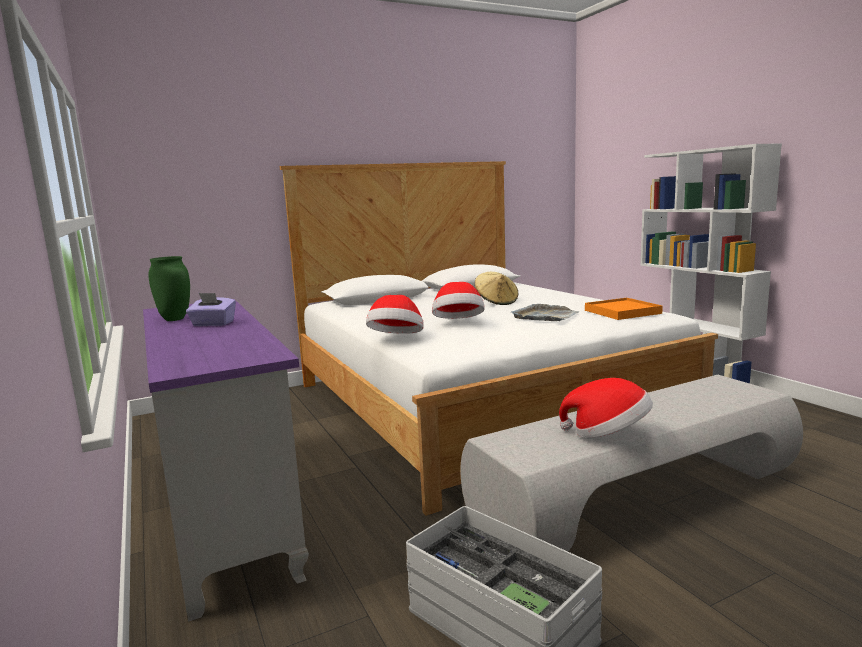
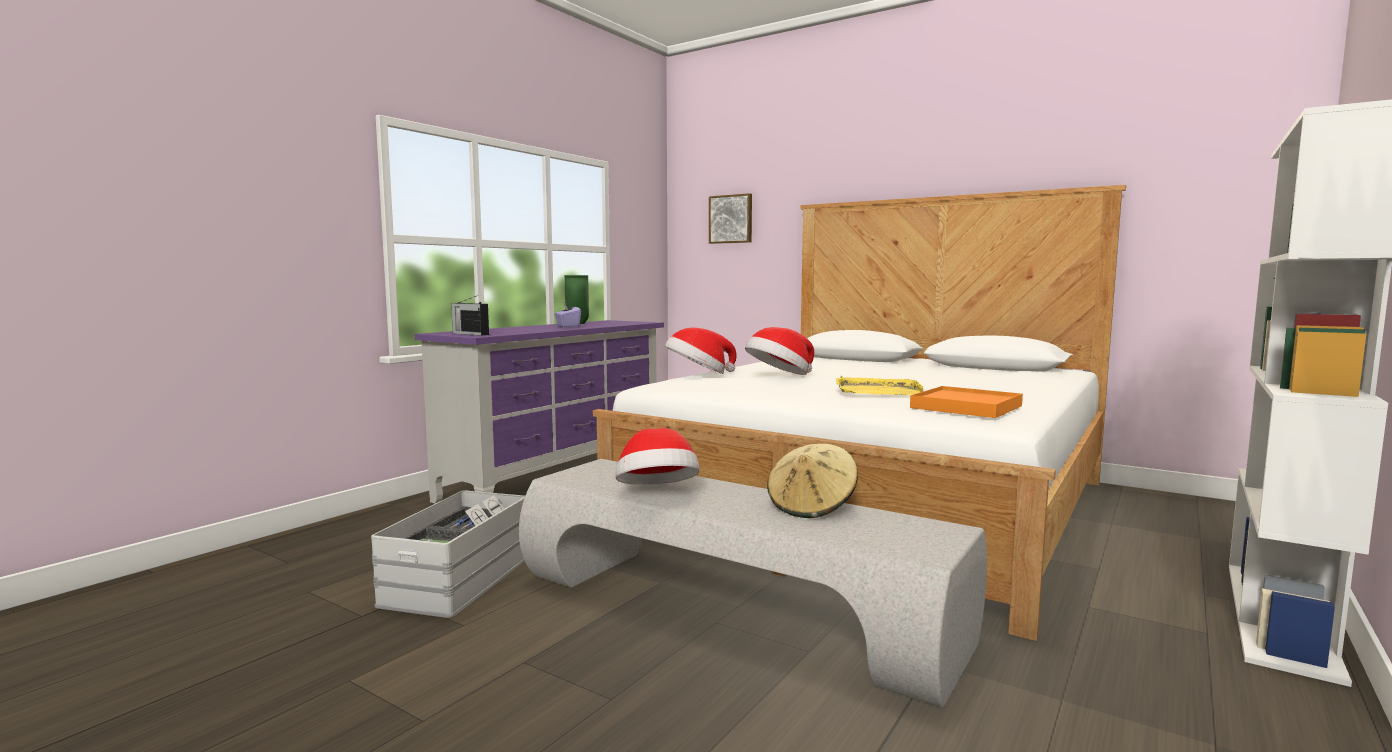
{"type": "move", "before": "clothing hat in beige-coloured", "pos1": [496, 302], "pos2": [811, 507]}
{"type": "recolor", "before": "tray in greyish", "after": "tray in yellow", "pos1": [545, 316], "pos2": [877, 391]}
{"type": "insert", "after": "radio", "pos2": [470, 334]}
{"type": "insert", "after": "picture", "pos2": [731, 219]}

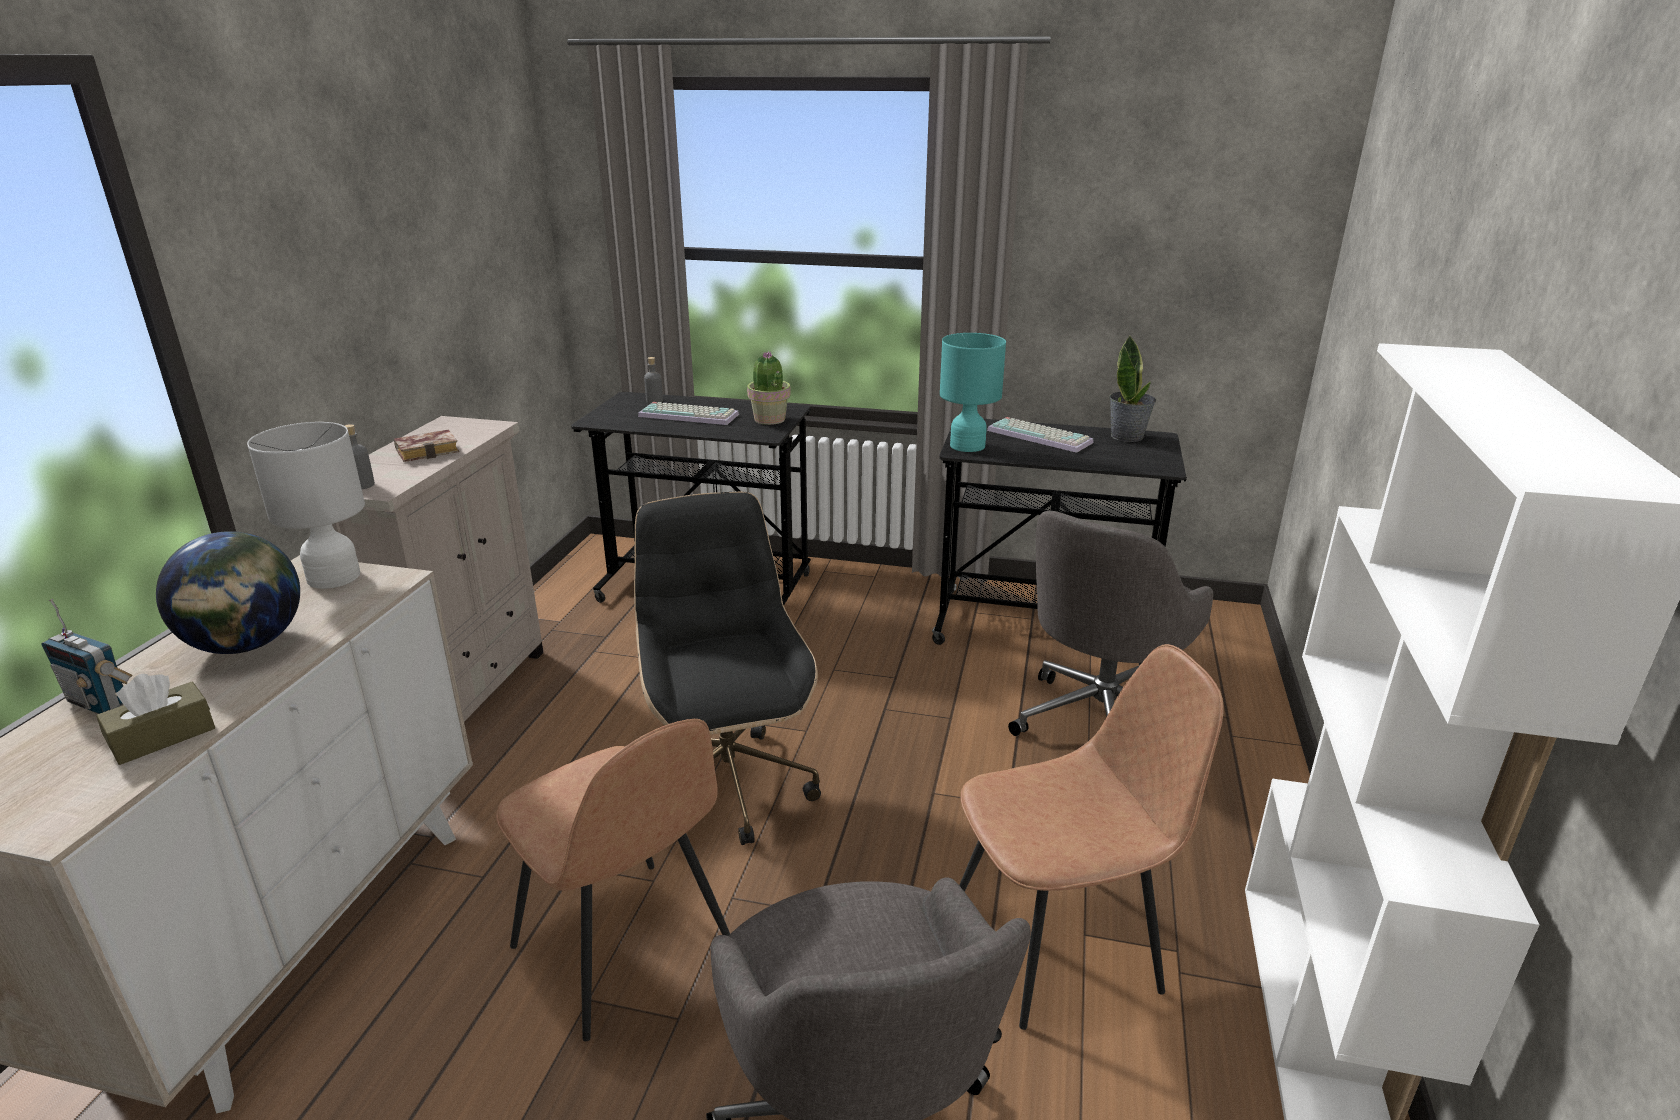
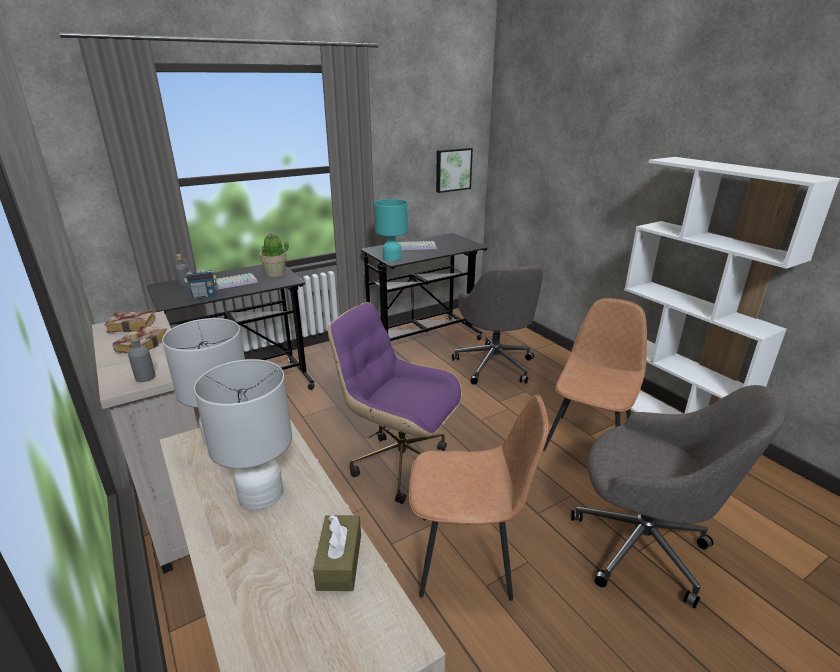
{"type": "move", "before": "radio", "pos1": [100, 702], "pos2": [204, 296]}
{"type": "replace", "before": "desk globe", "after": "lamp for a table in greyish", "pos1": [247, 645], "pos2": [261, 494]}
{"type": "recolor", "before": "desk chair in black", "after": "desk chair in purplish", "pos1": [728, 782], "pos2": [399, 465]}
{"type": "delete", "before": "potted plant", "pos1": [1127, 436]}
{"type": "insert", "after": "book", "pos2": [134, 325]}
{"type": "insert", "after": "picture", "pos2": [453, 169]}

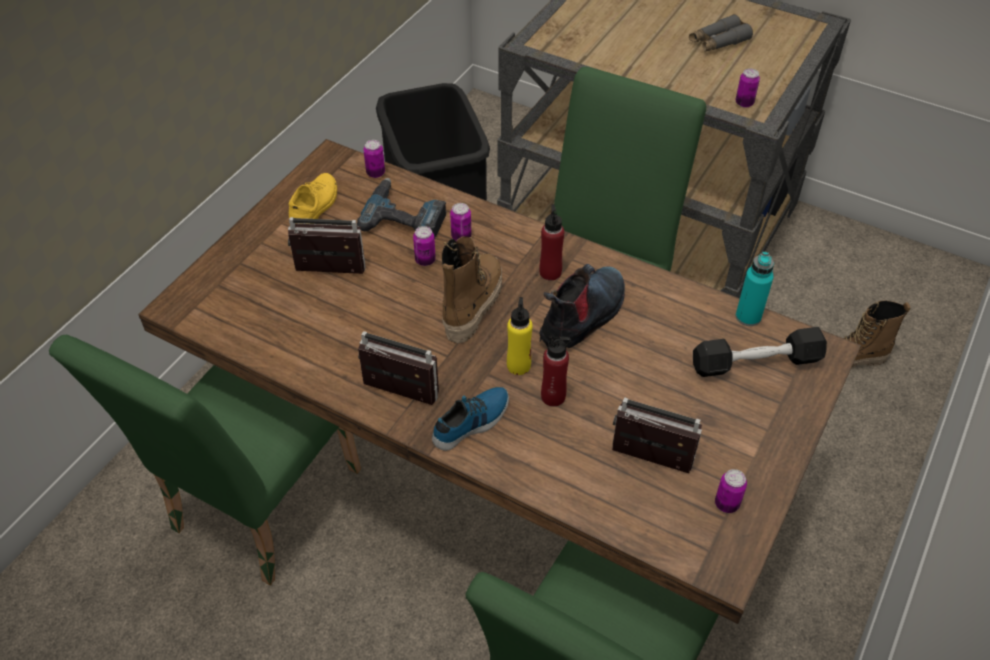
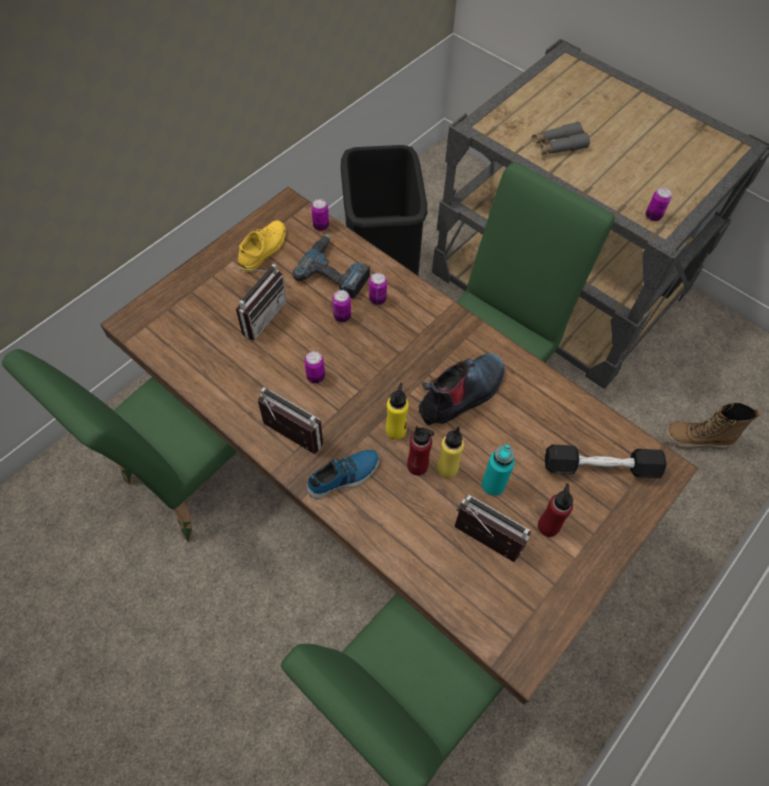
{"type": "rotate", "before": "radio", "pos1": [328, 274], "pos2": [259, 315], "turn": 105}
{"type": "delete", "before": "high-top boot", "pos1": [472, 305]}
{"type": "move", "before": "drink bottle in red", "pos1": [550, 272], "pos2": [548, 526]}
{"type": "move", "before": "binoculars in greyish", "pos1": [718, 42], "pos2": [558, 145]}
{"type": "move", "before": "sealed can", "pos1": [726, 504], "pos2": [315, 377]}
{"type": "move", "before": "drink bottle in blue-green", "pos1": [748, 317], "pos2": [493, 485]}
{"type": "insert", "after": "drink bottle in yellow", "pos2": [447, 468]}

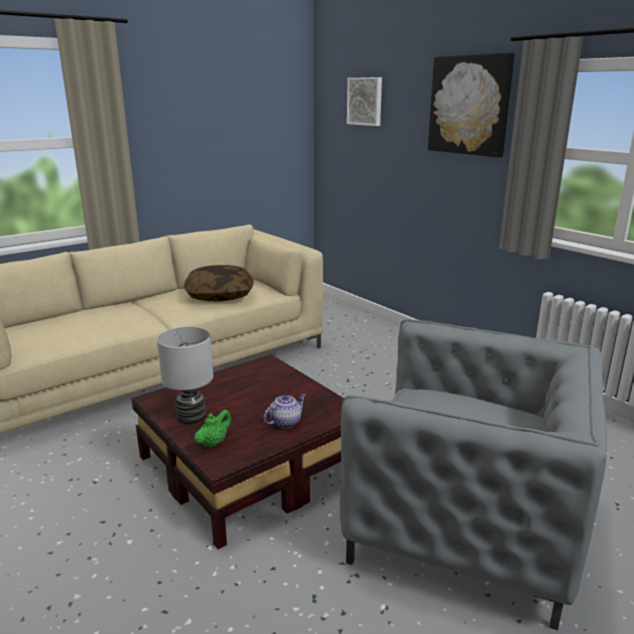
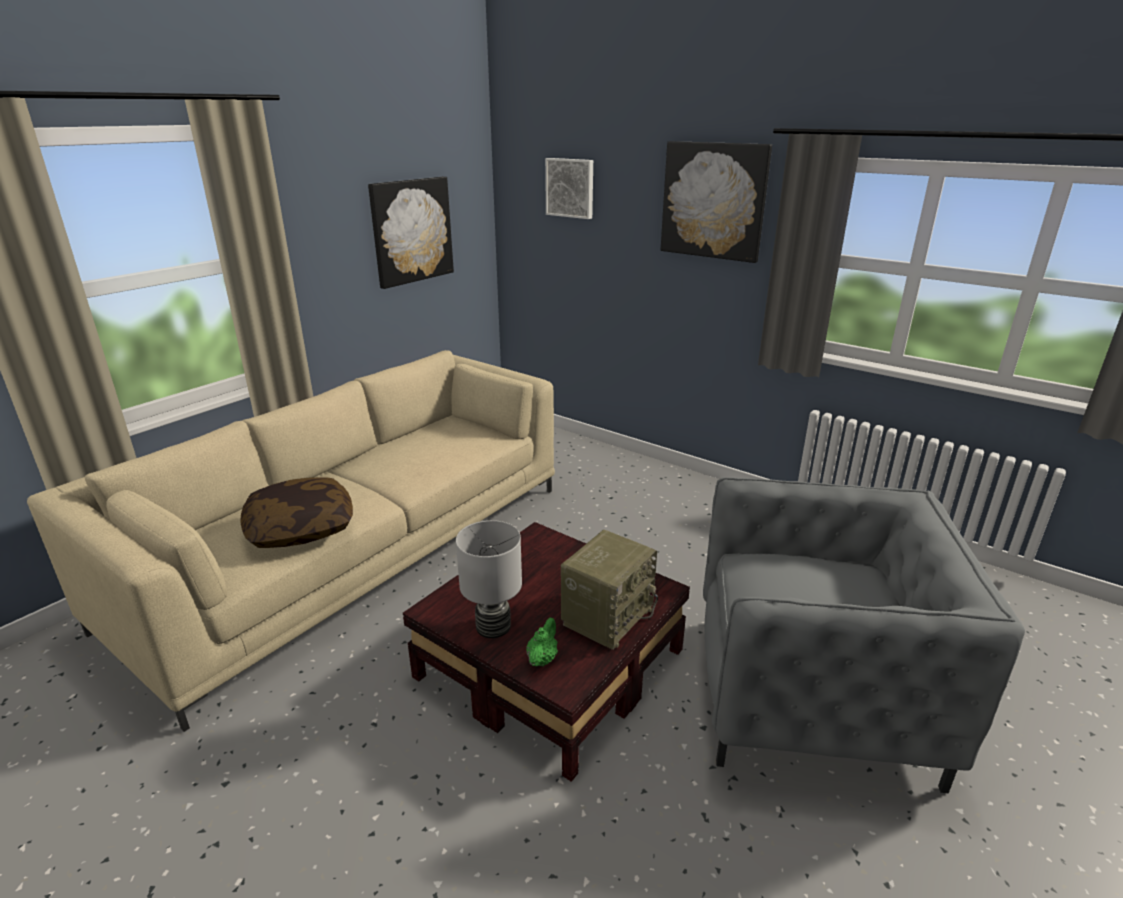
{"type": "move", "before": "pillow", "pos1": [220, 295], "pos2": [301, 528]}
{"type": "replace", "before": "pot for tea", "after": "radio", "pos1": [286, 422], "pos2": [607, 615]}
{"type": "insert", "after": "picture", "pos2": [411, 231]}

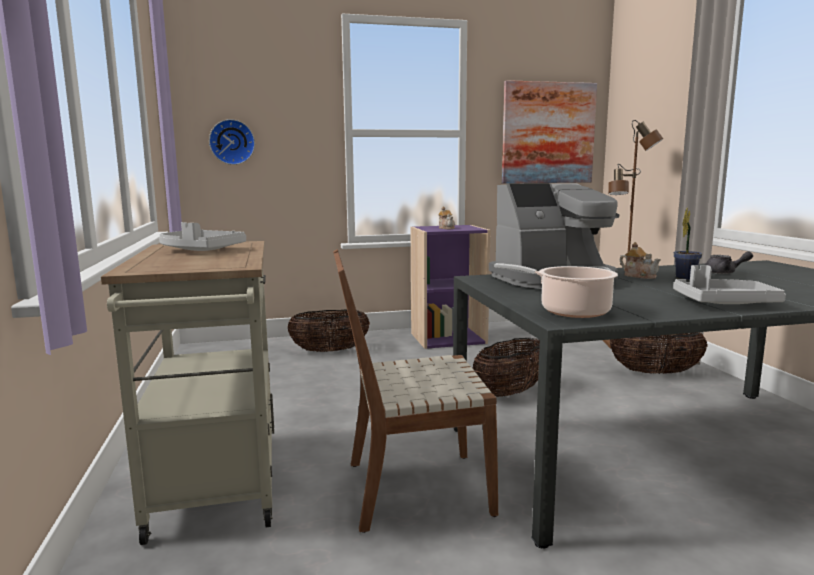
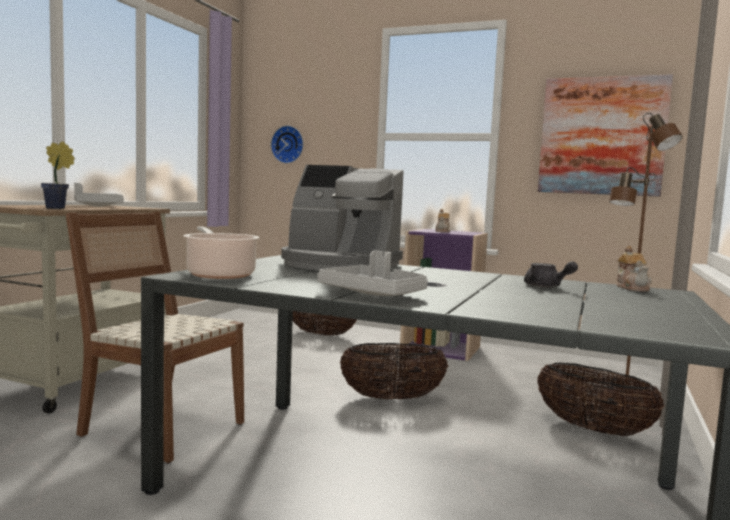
{"type": "move", "before": "pot for tea", "pos1": [639, 276], "pos2": [632, 288]}
{"type": "move", "before": "potted plant", "pos1": [686, 277], "pos2": [58, 208]}

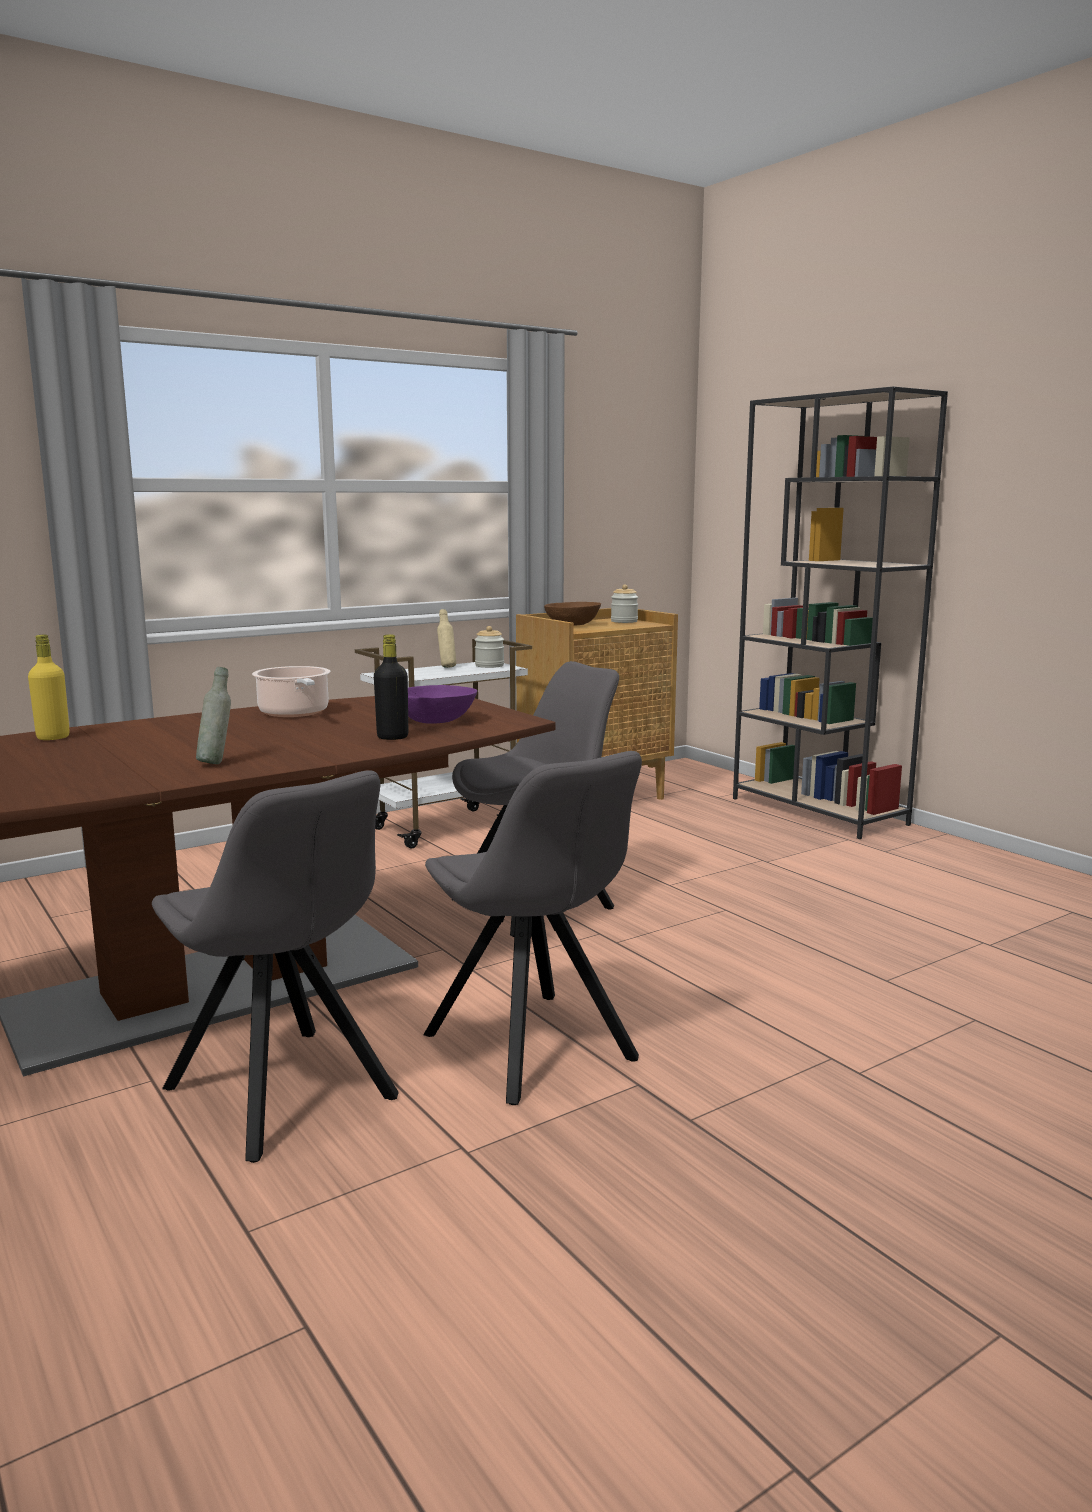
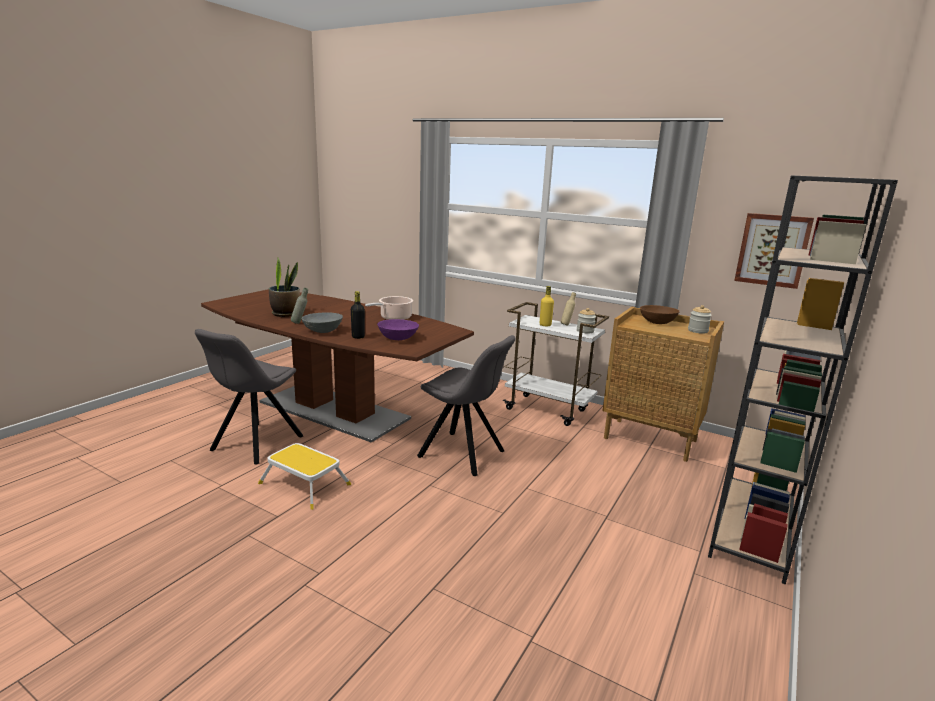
{"type": "move", "before": "drink bottle in yellow", "pos1": [53, 737], "pos2": [545, 325]}
{"type": "replace", "before": "upright chair in greyish", "after": "step ladder in yellow", "pos1": [532, 1047], "pos2": [305, 483]}
{"type": "insert", "after": "potted plant", "pos2": [285, 314]}
{"type": "insert", "after": "bowl in greyish", "pos2": [323, 330]}
{"type": "insert", "after": "picture", "pos2": [772, 250]}

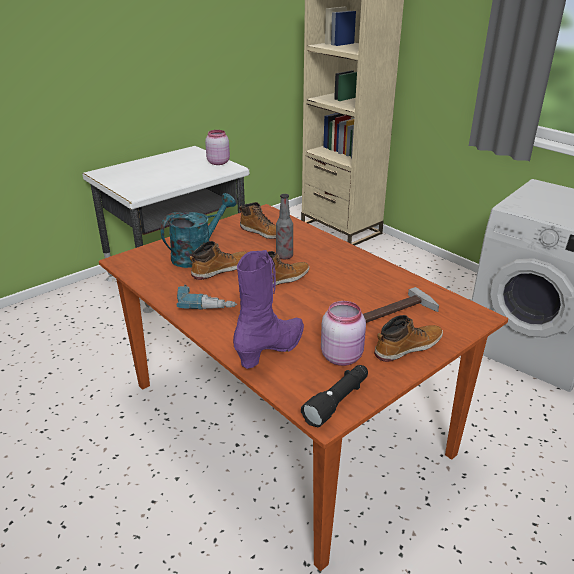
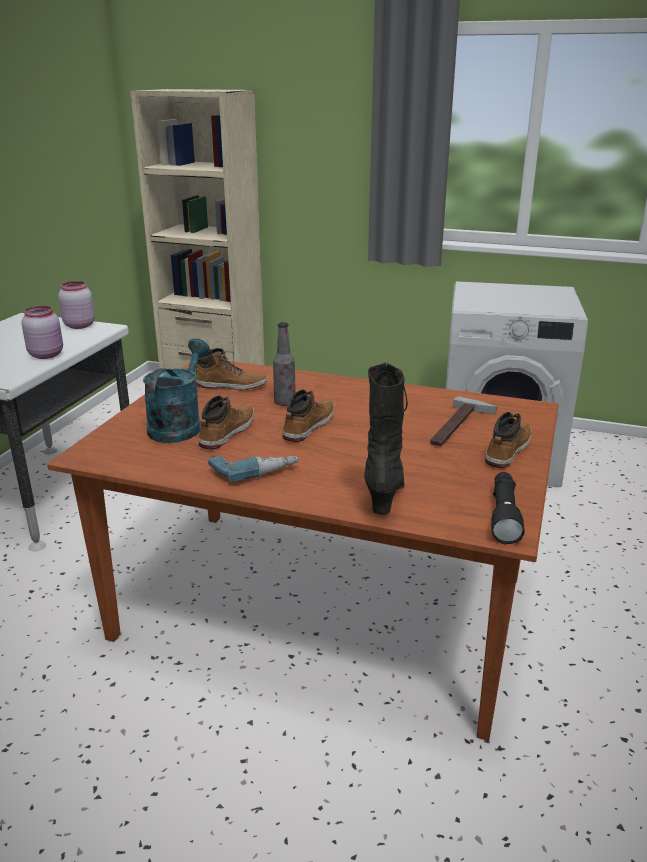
{"type": "recolor", "before": "high-top boot in purplish", "after": "high-top boot in black", "pos1": [272, 350], "pos2": [384, 492]}
{"type": "move", "before": "jar in pink-coloured", "pos1": [342, 356], "pos2": [47, 354]}

